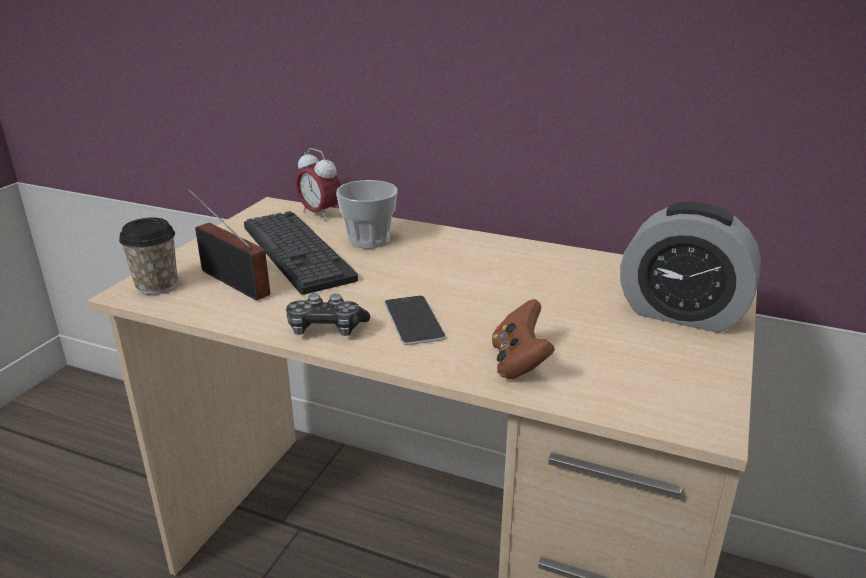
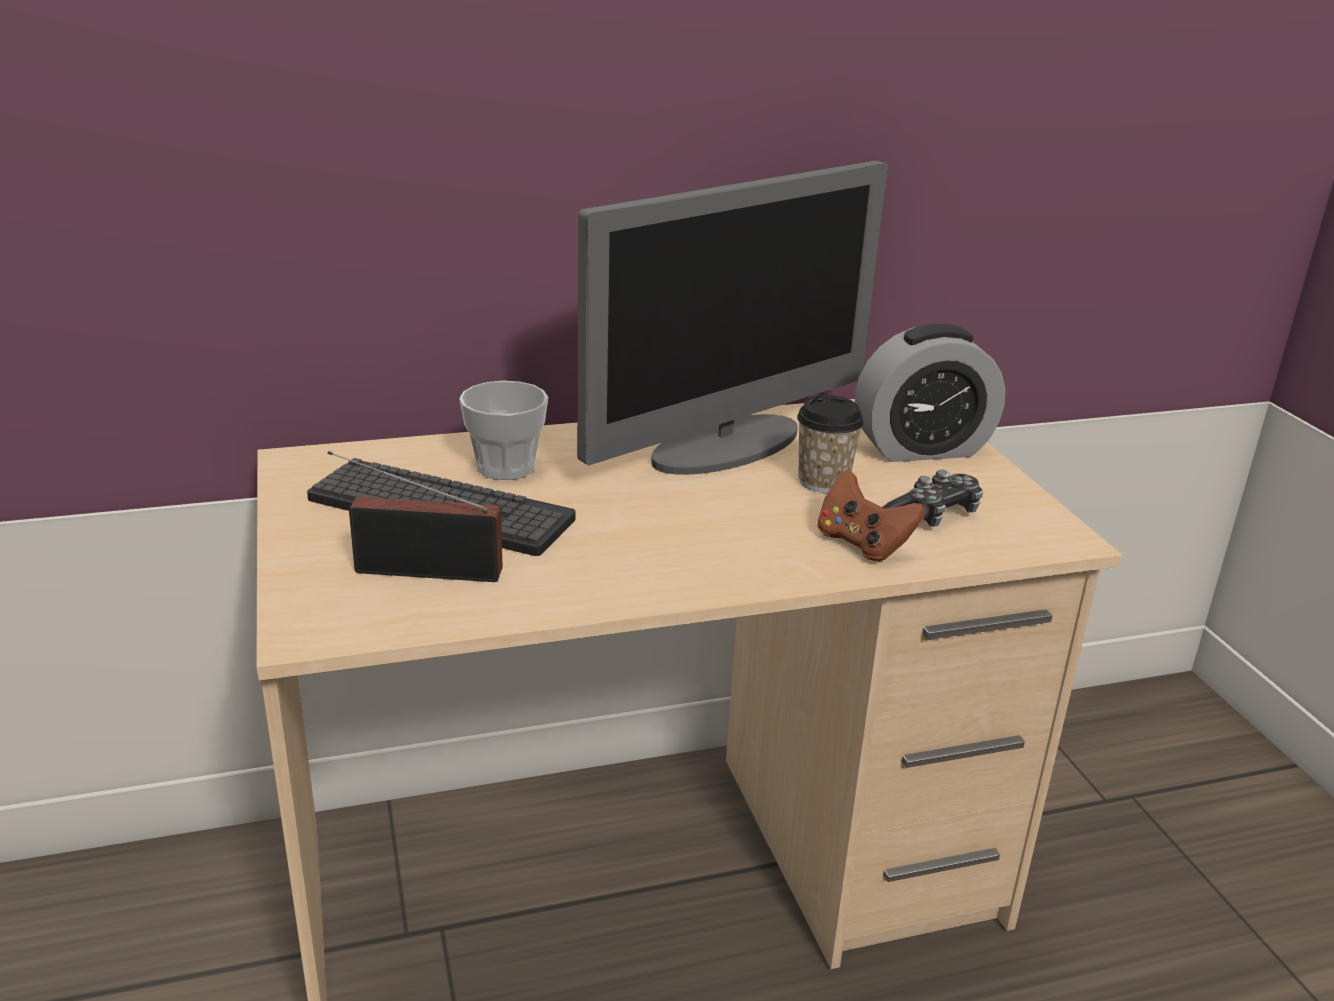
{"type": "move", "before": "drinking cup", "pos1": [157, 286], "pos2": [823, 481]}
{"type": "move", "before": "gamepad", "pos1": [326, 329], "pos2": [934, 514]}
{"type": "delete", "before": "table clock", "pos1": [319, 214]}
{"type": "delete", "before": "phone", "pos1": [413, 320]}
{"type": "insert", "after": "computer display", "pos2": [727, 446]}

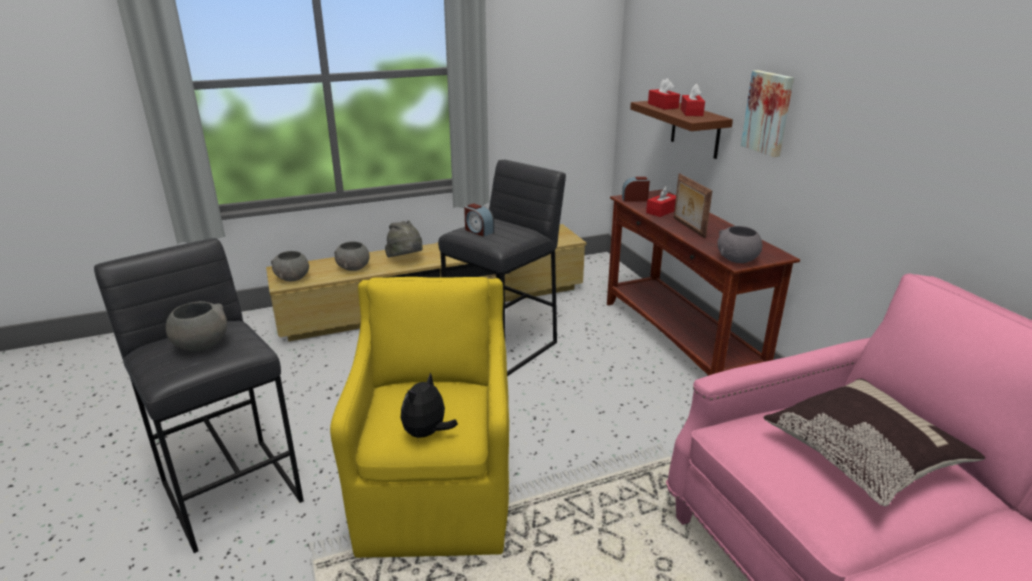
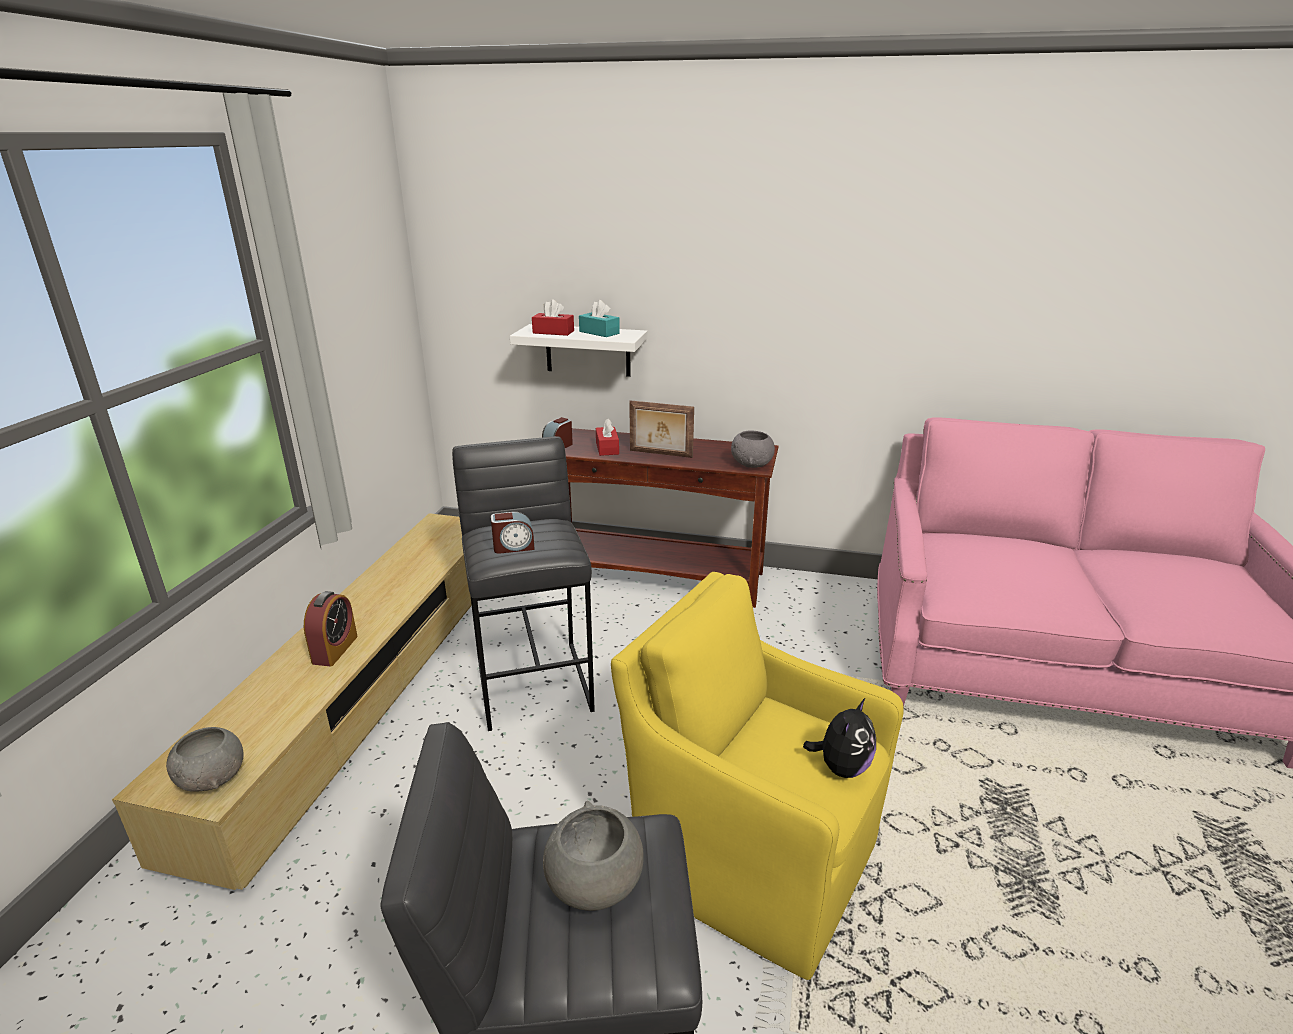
{"type": "delete", "before": "bowl in greyish", "pos1": [354, 268]}
{"type": "replace", "before": "clothing hat in greyish", "after": "table clock", "pos1": [406, 260], "pos2": [335, 649]}
{"type": "rotate", "before": "plush toy", "pos1": [427, 433], "pos2": [841, 767], "turn": -120}
{"type": "recolor", "before": "bracket shelf in brown-coloured", "after": "bracket shelf in white", "pos1": [695, 129], "pos2": [588, 350]}
{"type": "recolor", "before": "box of tissues in red", "after": "box of tissues in blue-green", "pos1": [691, 112], "pos2": [599, 332]}
{"type": "delete", "before": "picture", "pos1": [768, 113]}
{"type": "delete", "before": "pillow", "pos1": [863, 456]}

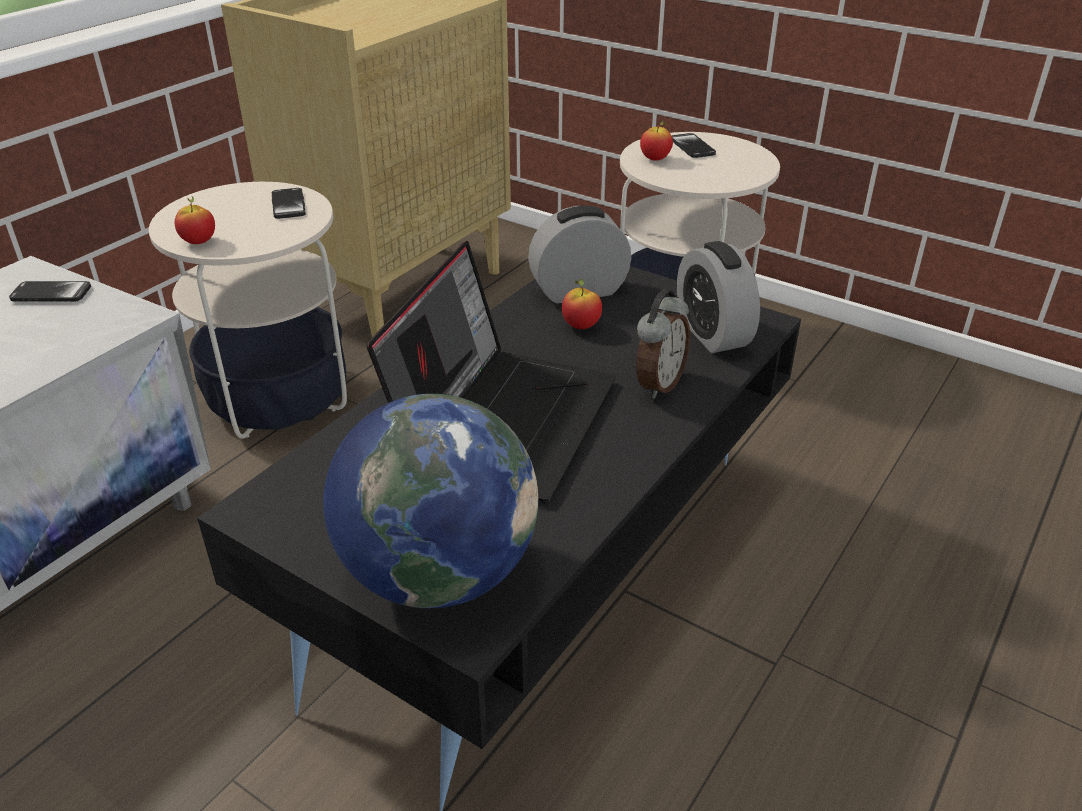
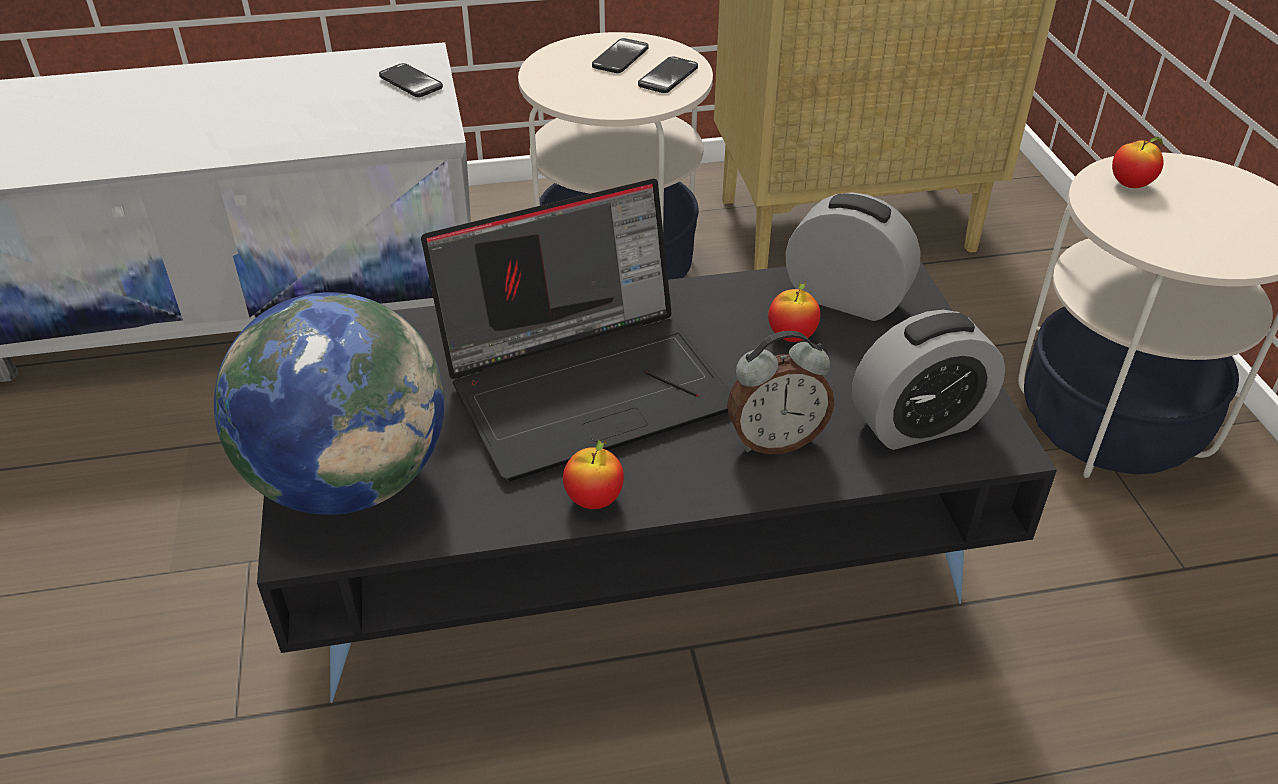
{"type": "move", "before": "apple", "pos1": [199, 242], "pos2": [594, 499]}
{"type": "move", "before": "phone", "pos1": [692, 147], "pos2": [620, 58]}
{"type": "rotate", "before": "table clock", "pos1": [712, 333], "pos2": [918, 423], "turn": -135}

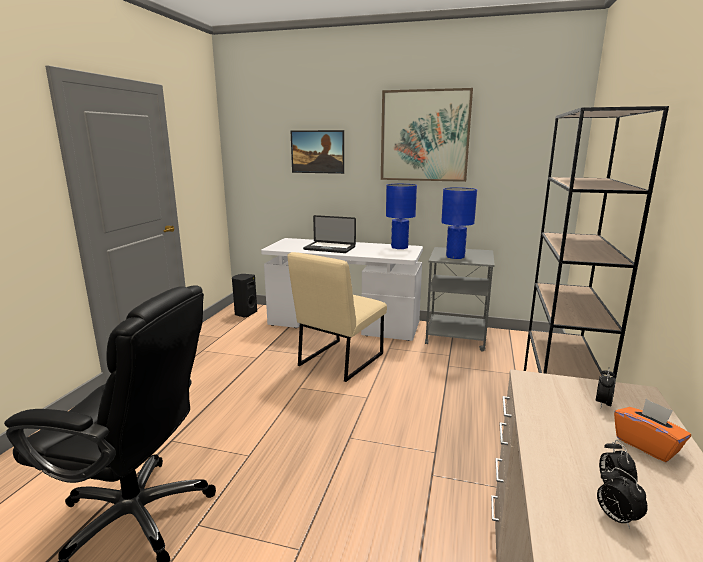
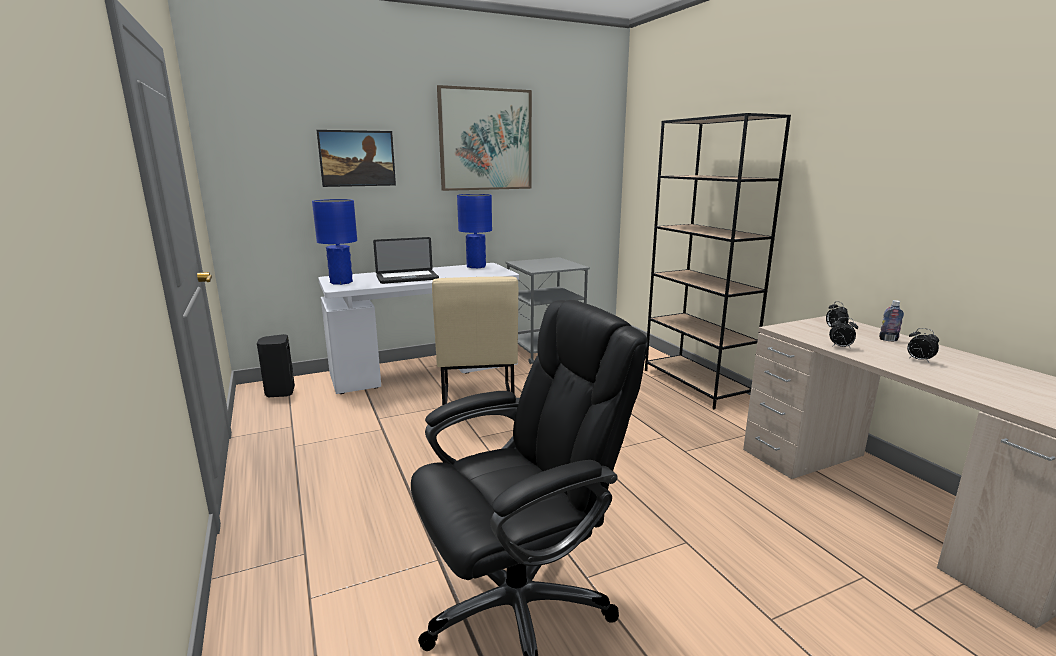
{"type": "move", "before": "lamp for a table in blue-coloured", "pos1": [455, 257], "pos2": [341, 282]}
{"type": "move", "before": "table clock", "pos1": [615, 518], "pos2": [840, 347]}
{"type": "replace", "before": "box of tissues in orange", "after": "drink bottle", "pos1": [647, 445], "pos2": [888, 340]}

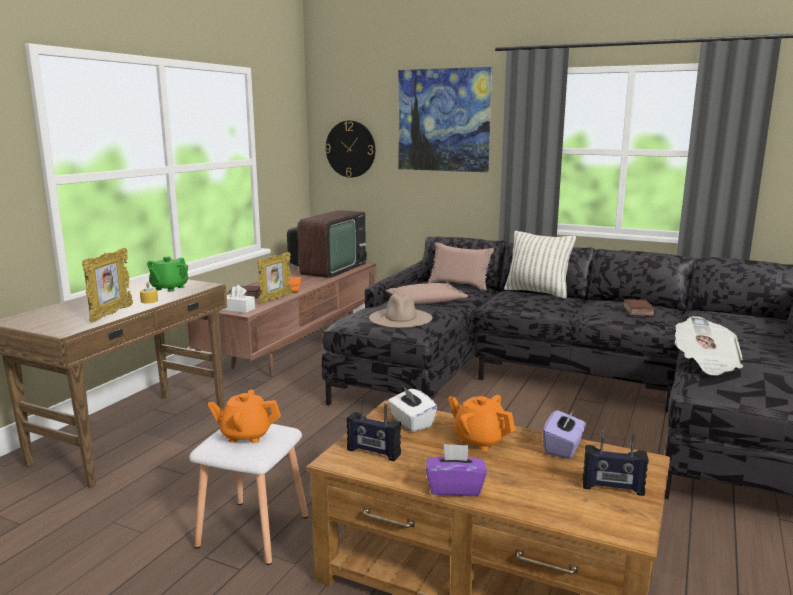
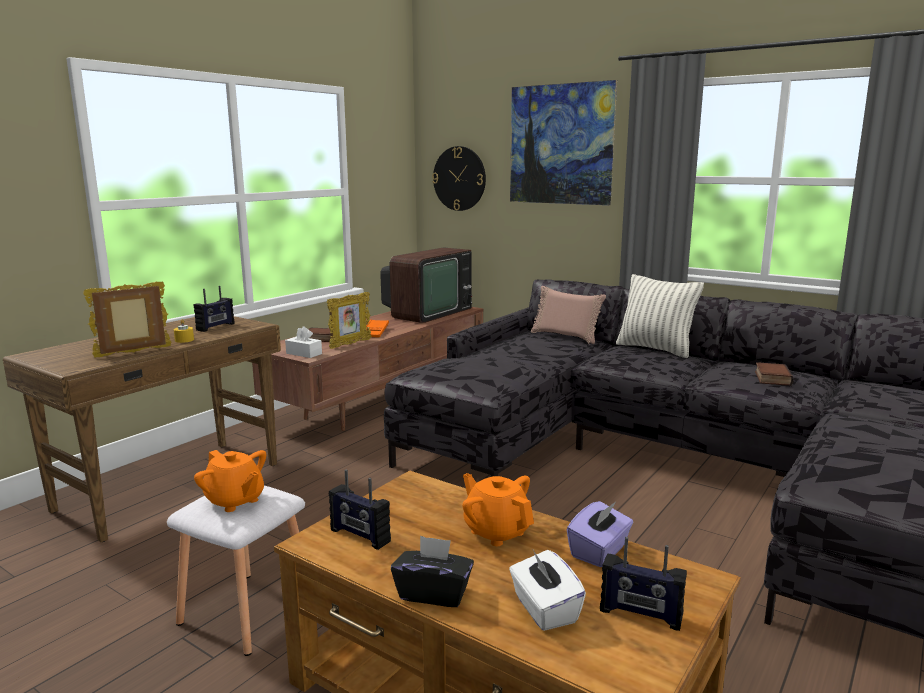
{"type": "rotate", "before": "picture frame", "pos1": [111, 314], "pos2": [134, 353], "turn": -150}
{"type": "replace", "before": "pot for tea in green", "after": "radio", "pos1": [169, 288], "pos2": [216, 327]}
{"type": "rotate", "before": "pot for tea in orange", "pos1": [246, 435], "pos2": [235, 501], "turn": -150}
{"type": "delete", "before": "clothing hat in beige-coloured", "pos1": [400, 317]}
{"type": "delete", "before": "pillow in beige-coloured", "pos1": [426, 299]}
{"type": "move", "before": "box of tissues in white", "pos1": [411, 422], "pos2": [544, 609]}
{"type": "recolor", "before": "box of tissues in purplish", "after": "box of tissues in black", "pos1": [455, 488], "pos2": [433, 593]}
{"type": "delete", "before": "printed paper", "pos1": [706, 363]}

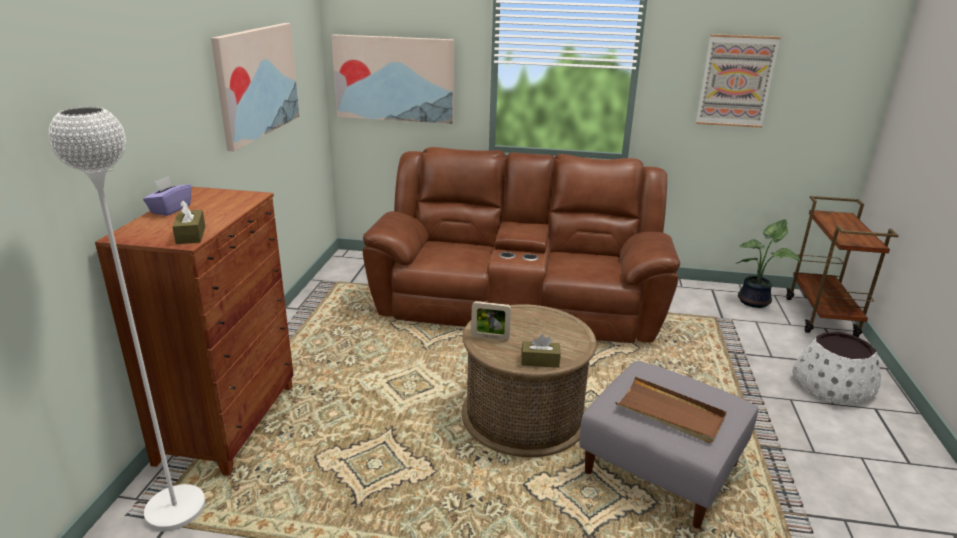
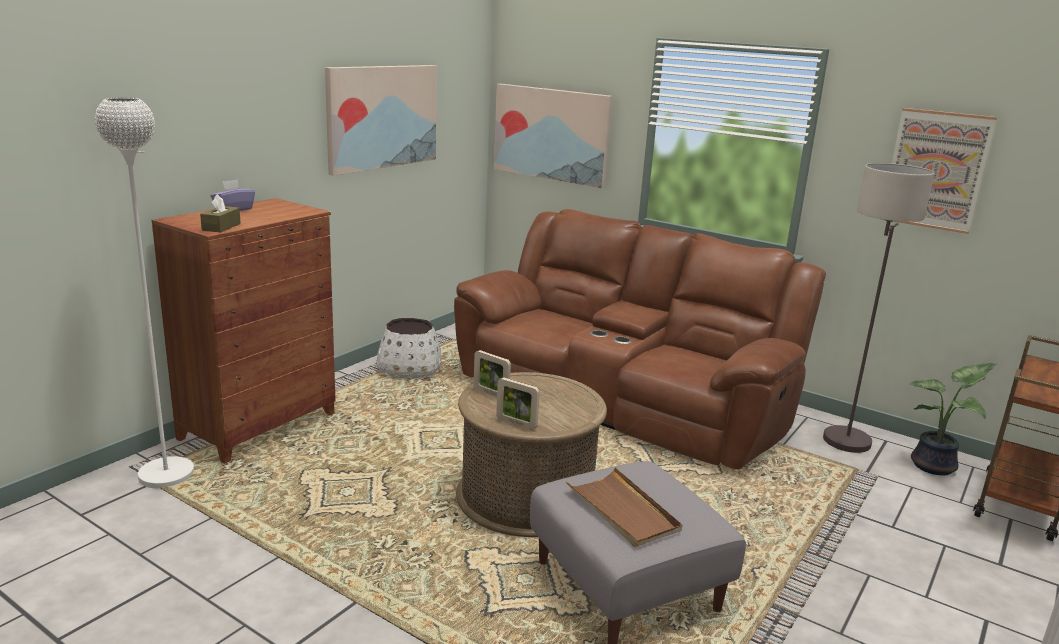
{"type": "replace", "before": "box of tissues in brown-coloured", "after": "picture frame", "pos1": [540, 361], "pos2": [516, 423]}
{"type": "move", "before": "plant pot in white", "pos1": [832, 387], "pos2": [409, 368]}
{"type": "insert", "after": "floor lamp in greyish", "pos2": [843, 446]}

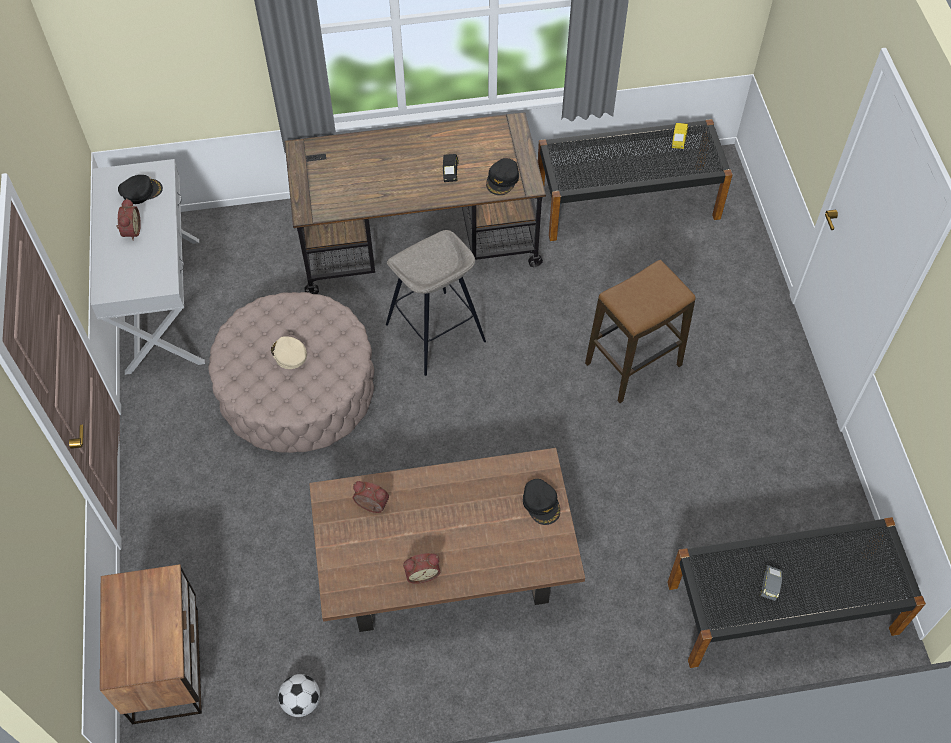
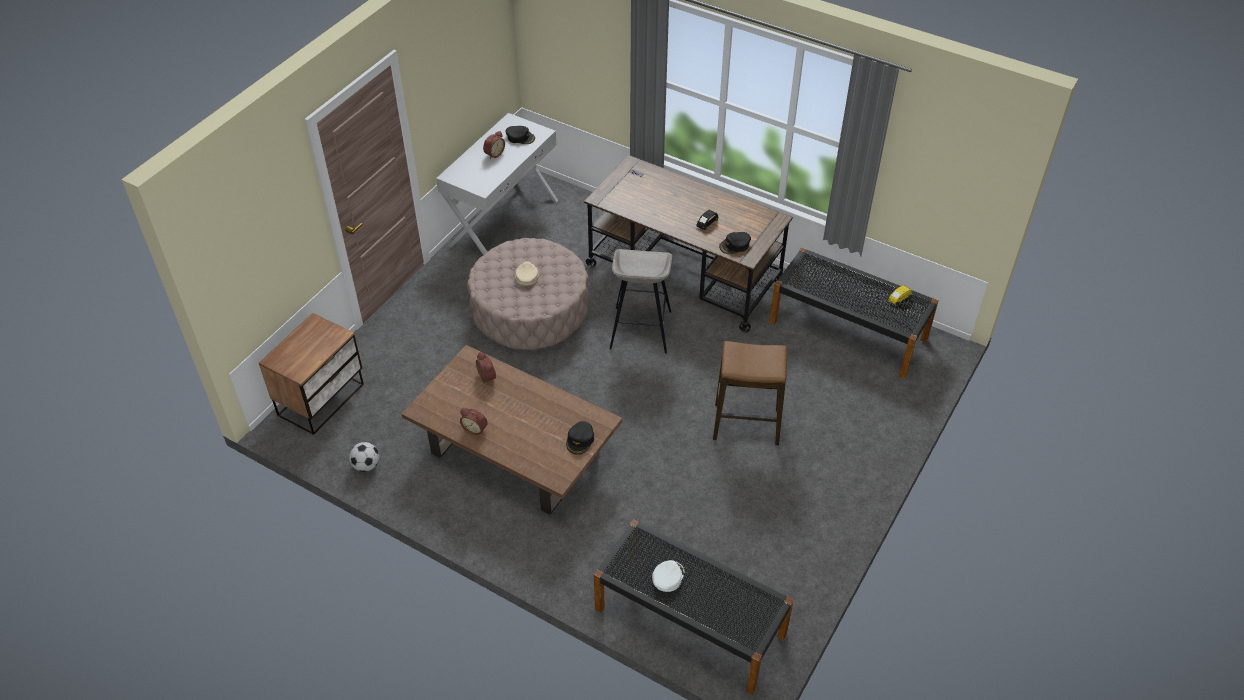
{"type": "replace", "before": "toy car in greyish", "after": "peaked cap in white", "pos1": [770, 585], "pos2": [667, 577]}

